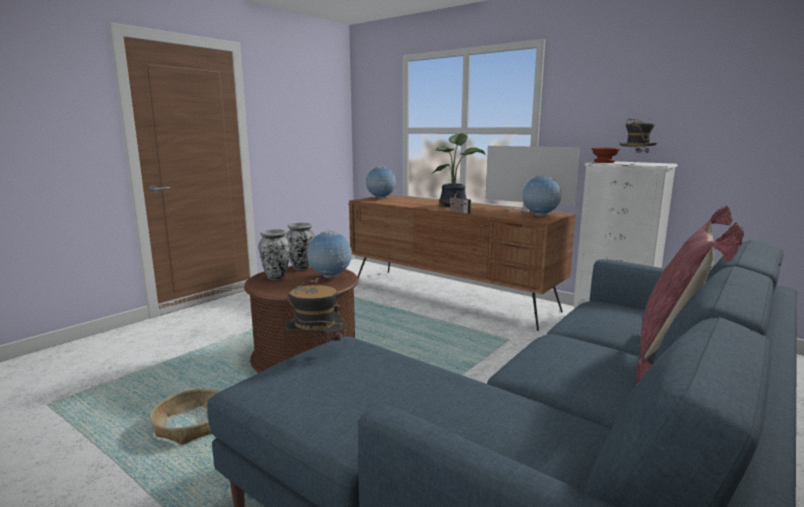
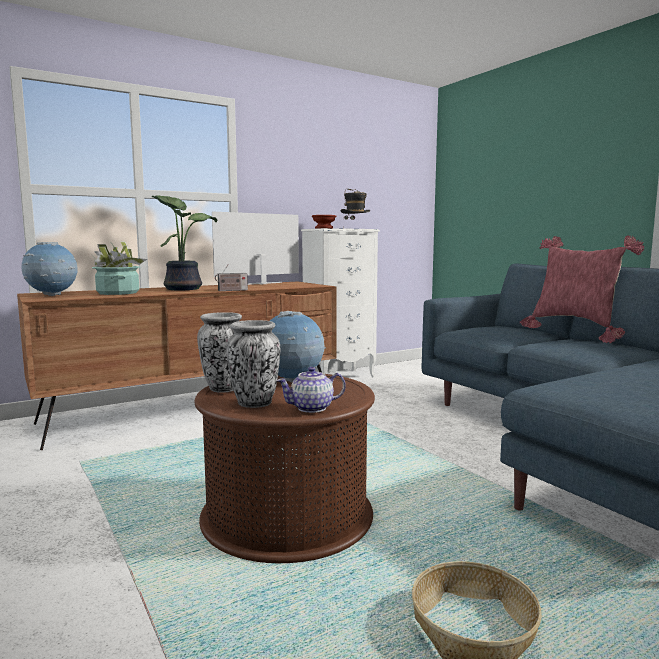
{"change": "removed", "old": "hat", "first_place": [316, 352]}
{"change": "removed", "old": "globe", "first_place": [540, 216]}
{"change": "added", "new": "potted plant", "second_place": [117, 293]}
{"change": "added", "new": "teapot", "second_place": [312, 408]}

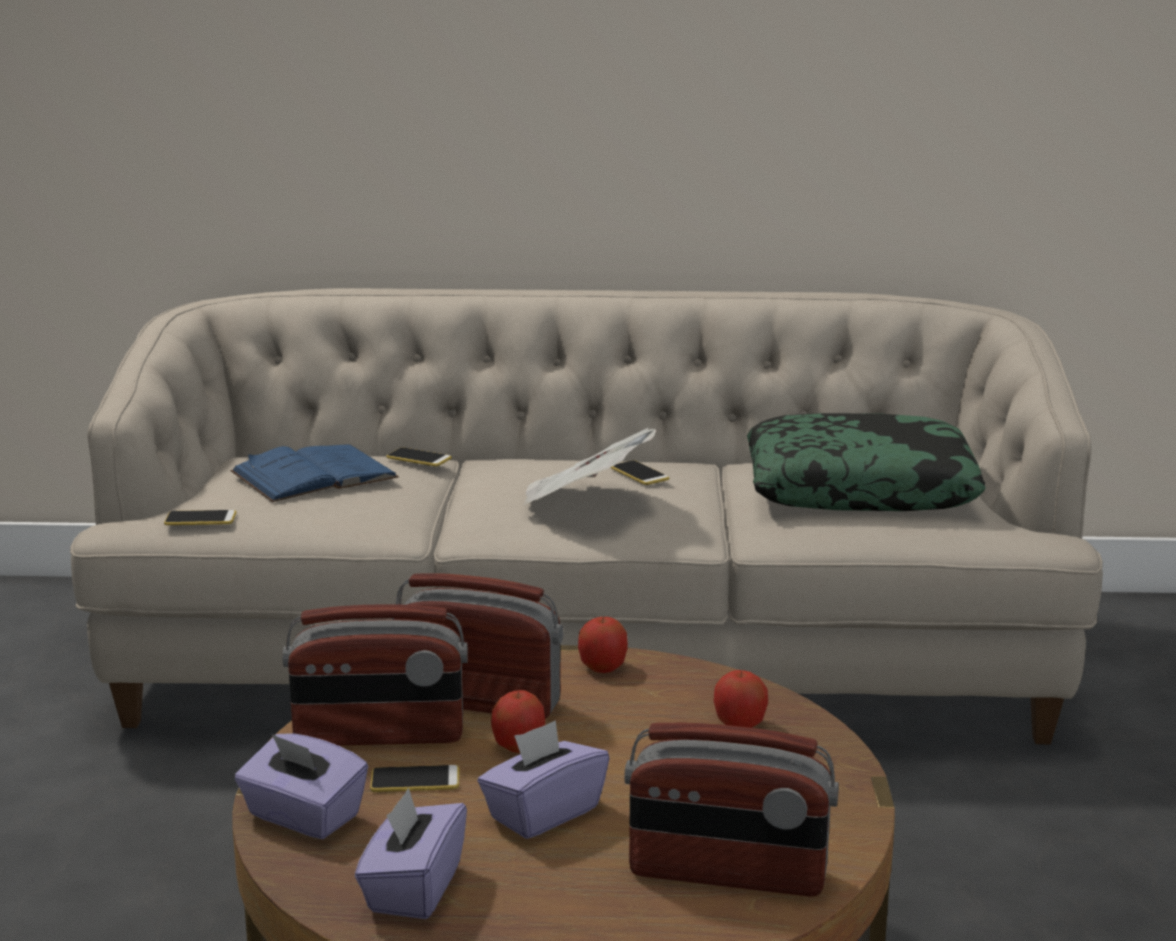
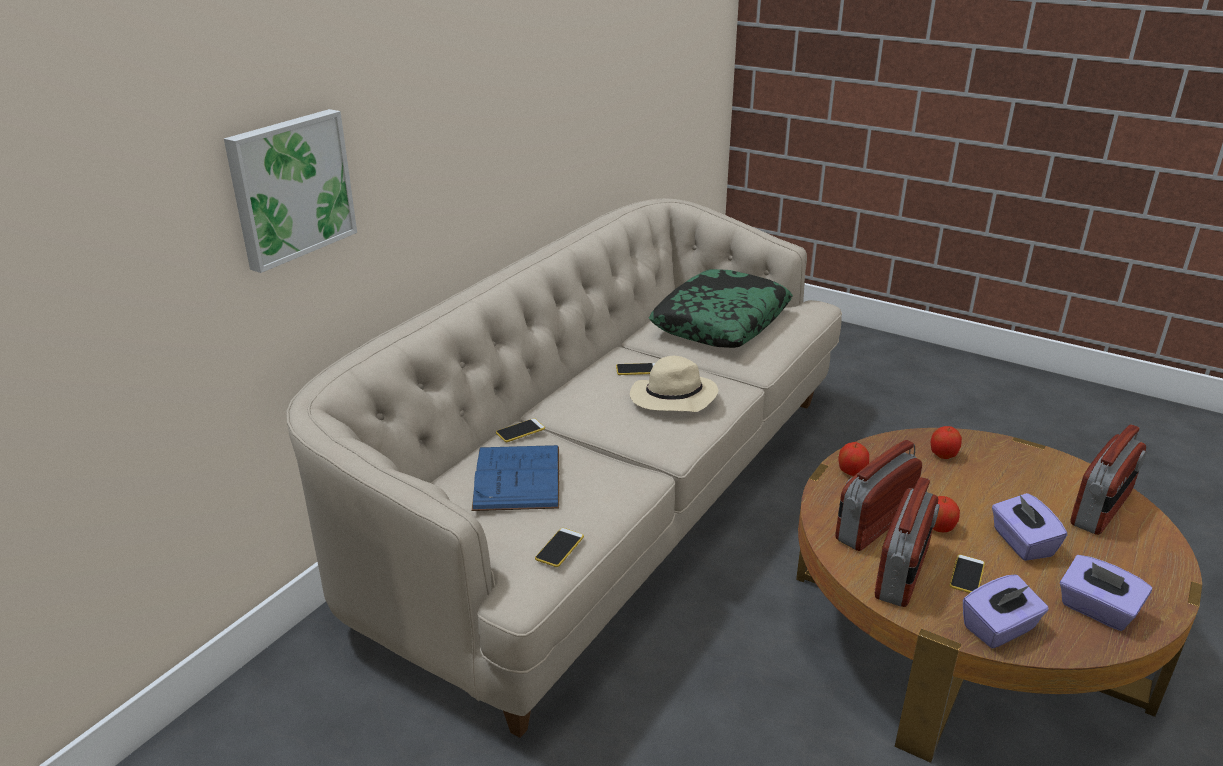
{"change": "added", "new": "picture", "second_place": [290, 188]}
{"change": "replaced", "old": "newspaper", "new": "hat (beige)", "first_place": [584, 502], "second_place": [672, 398]}

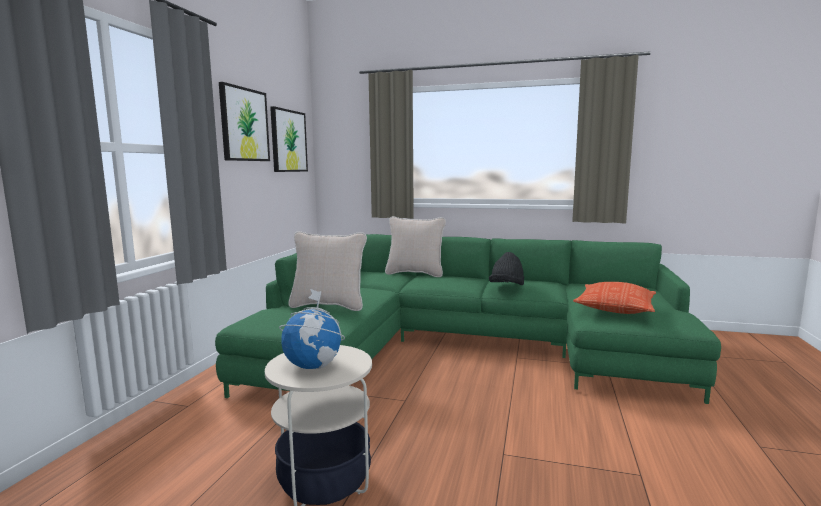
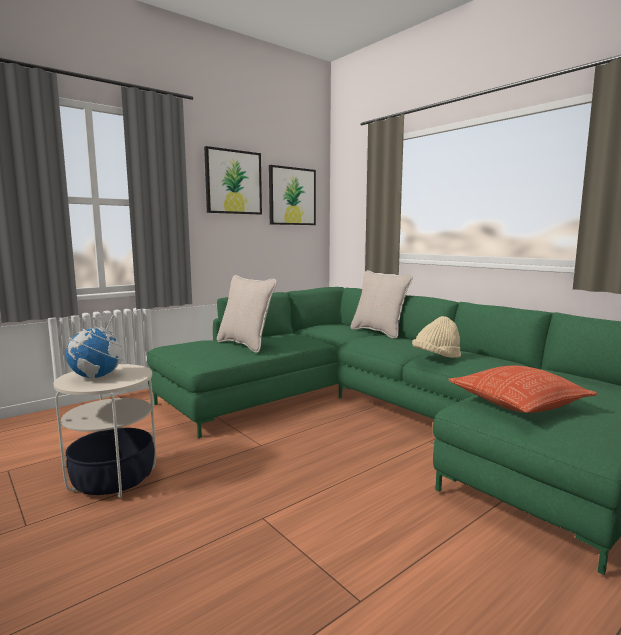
{"change": "recoloured", "old": "hat (black)", "new": "hat (beige)", "first_place": [506, 287], "second_place": [436, 357]}

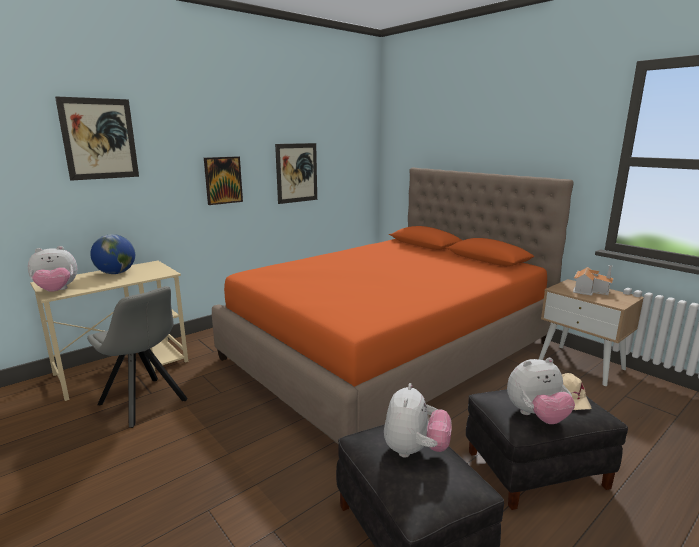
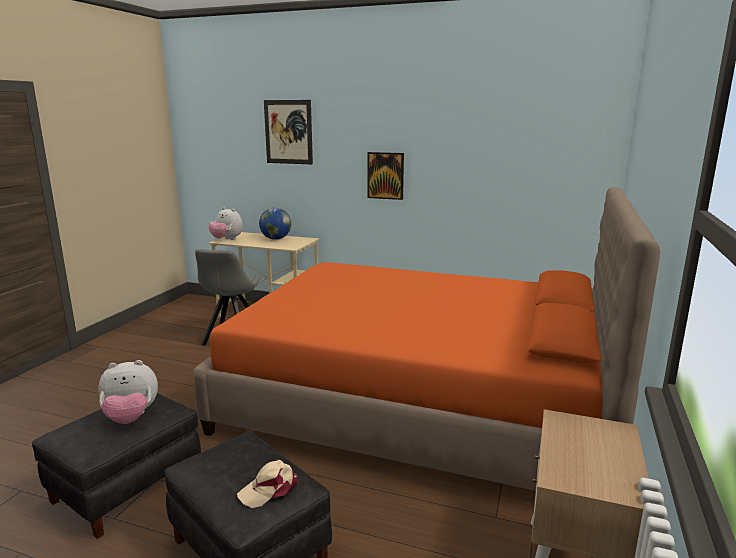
{"change": "removed", "old": "picture", "first_place": [297, 173]}
{"change": "removed", "old": "plush toy", "first_place": [536, 416]}
{"change": "removed", "old": "toy house", "first_place": [590, 290]}

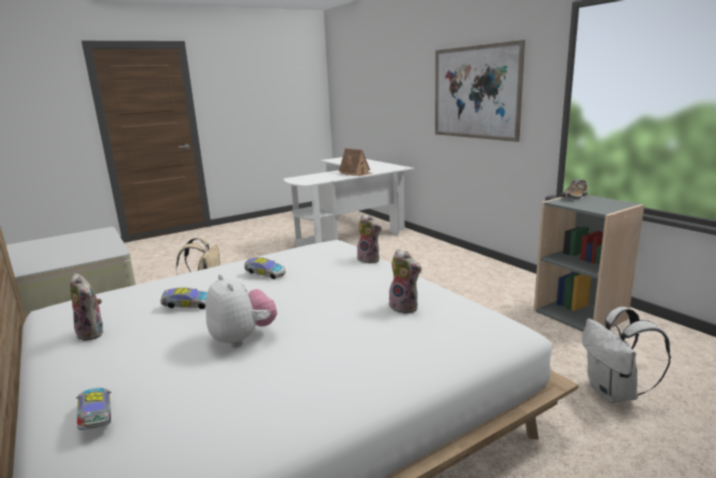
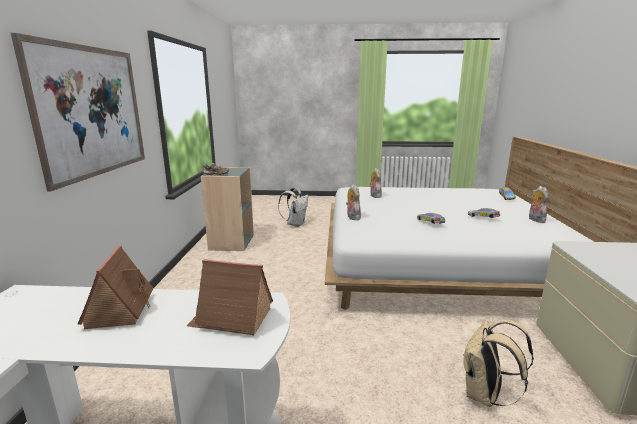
{"change": "removed", "old": "plush toy", "first_place": [243, 338]}
{"change": "added", "new": "toy house", "second_place": [232, 317]}

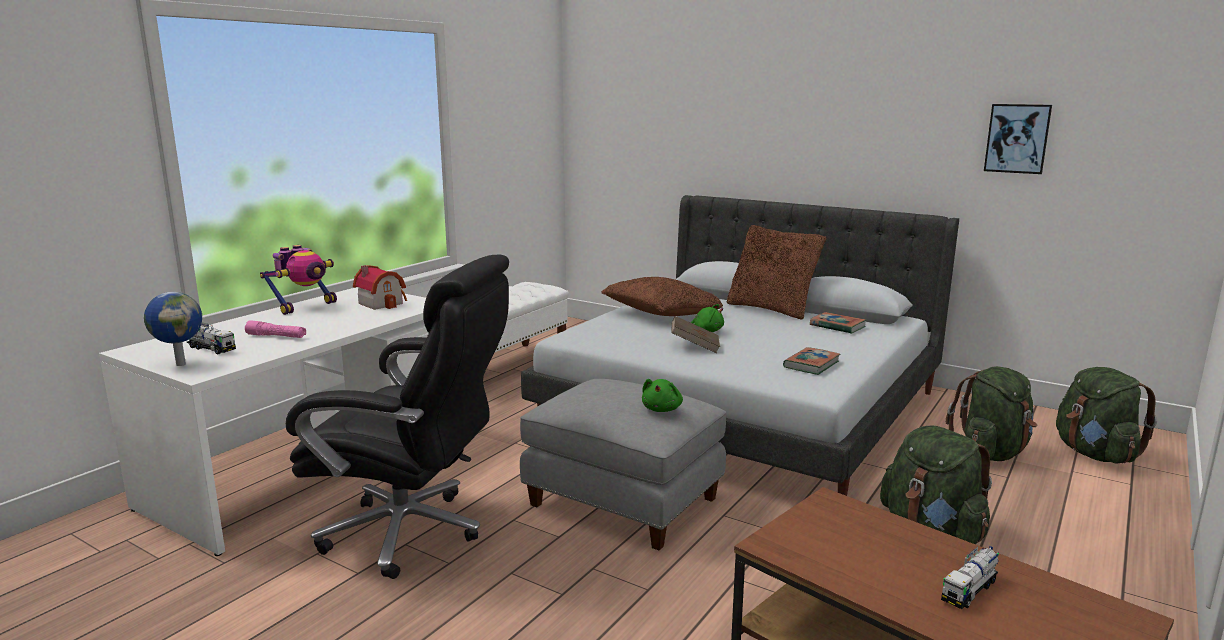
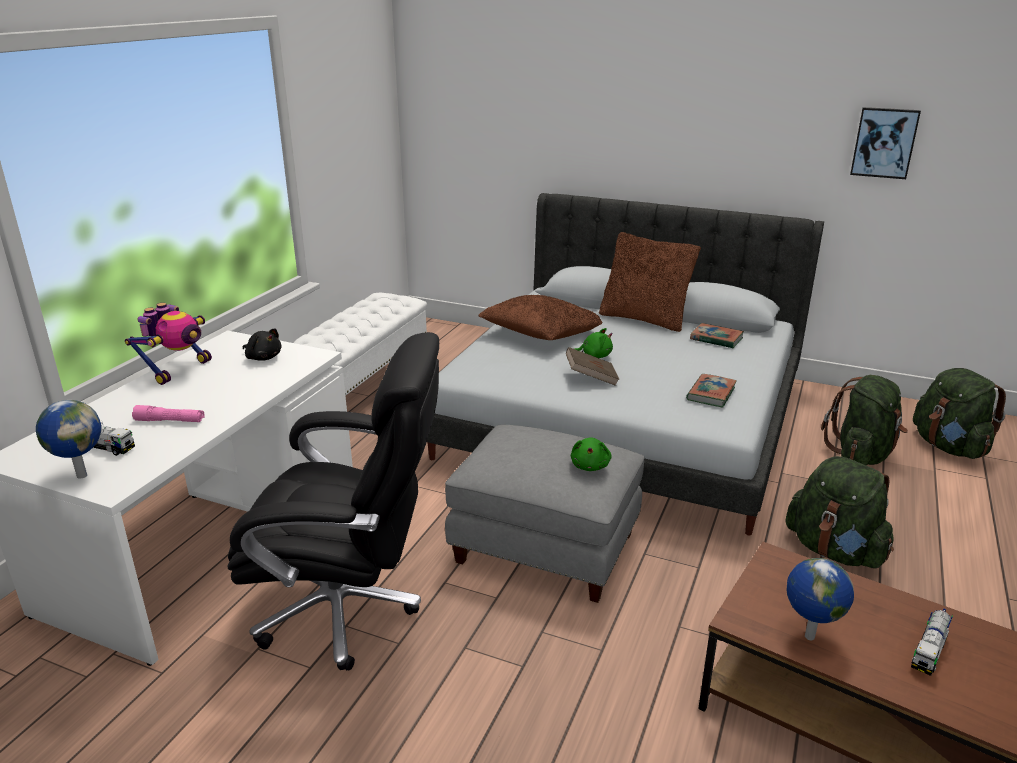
{"change": "added", "new": "globe", "second_place": [808, 636]}
{"change": "replaced", "old": "toy house", "new": "plush toy (black)", "first_place": [382, 303], "second_place": [263, 357]}

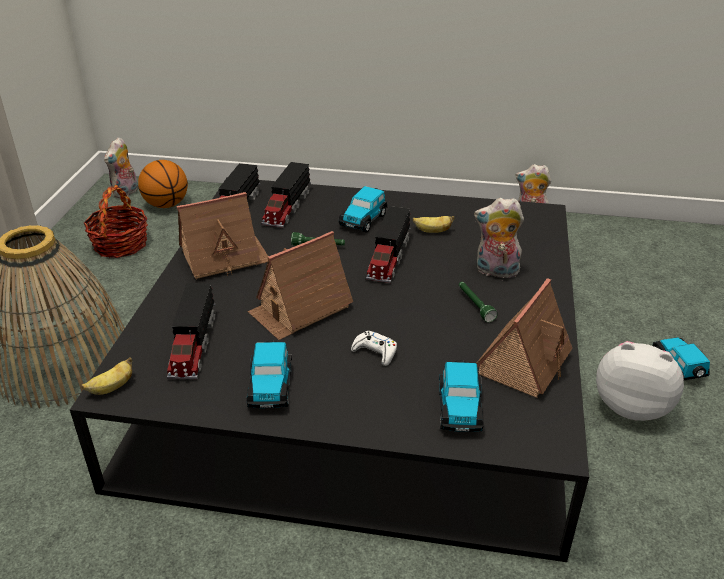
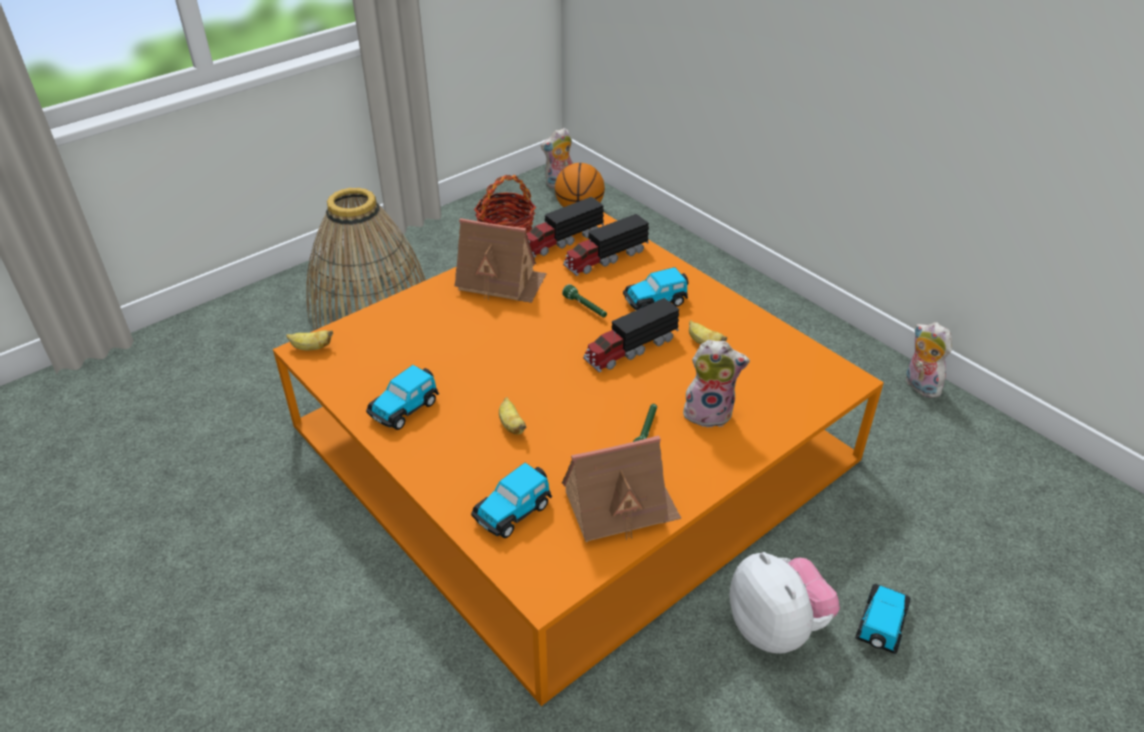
{"change": "removed", "old": "toy truck", "first_place": [193, 345]}
{"change": "removed", "old": "toy house", "first_place": [300, 309]}
{"change": "replaced", "old": "game controller (white)", "new": "banana", "first_place": [375, 352], "second_place": [511, 425]}
{"change": "recoloured", "old": "coffee table (black)", "new": "coffee table (orange)", "first_place": [363, 367], "second_place": [573, 443]}
{"change": "turned", "old": "plush toy", "first_place": [495, 272], "second_place": [709, 412], "degrees": 135}

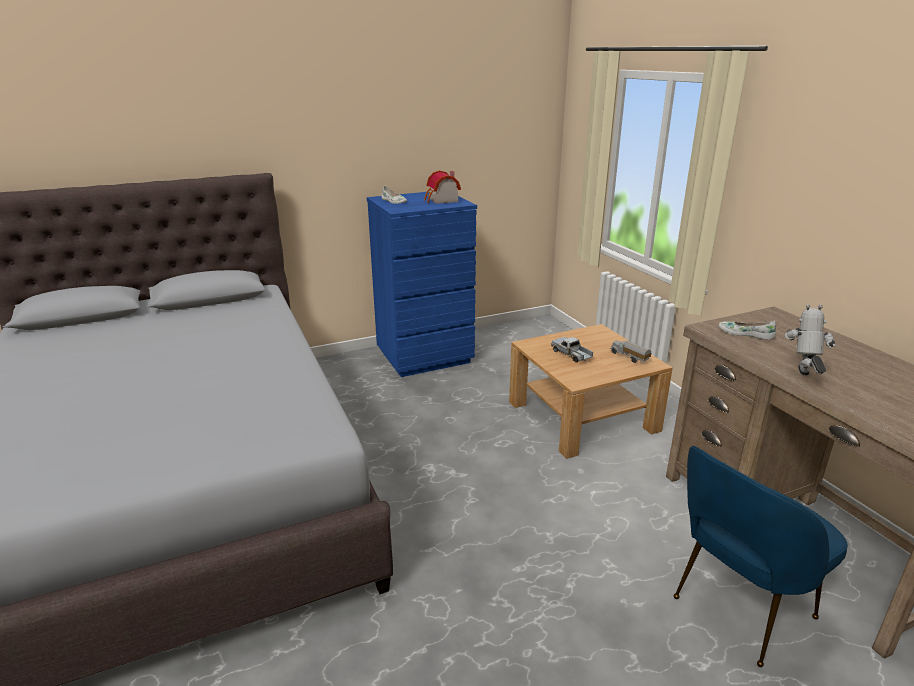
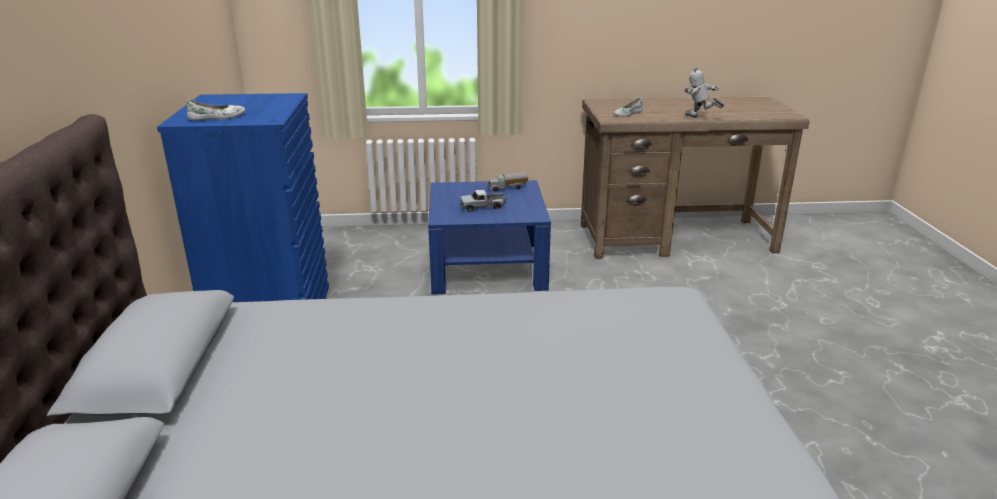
{"change": "removed", "old": "toy house", "first_place": [441, 200]}
{"change": "removed", "old": "chair (blue)", "first_place": [736, 613]}
{"change": "recoloured", "old": "coffee table (brown)", "new": "coffee table (blue)", "first_place": [582, 416], "second_place": [487, 266]}

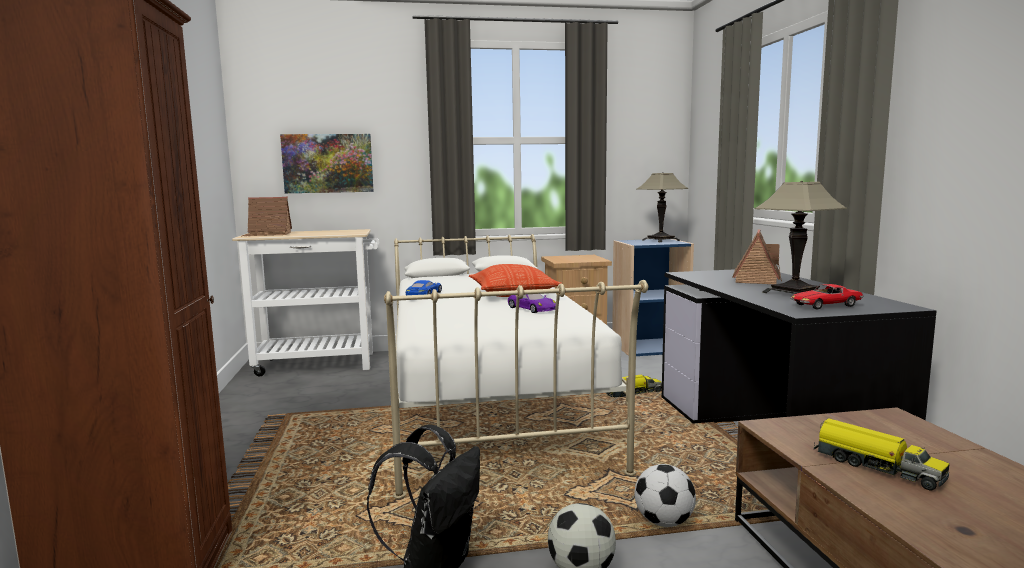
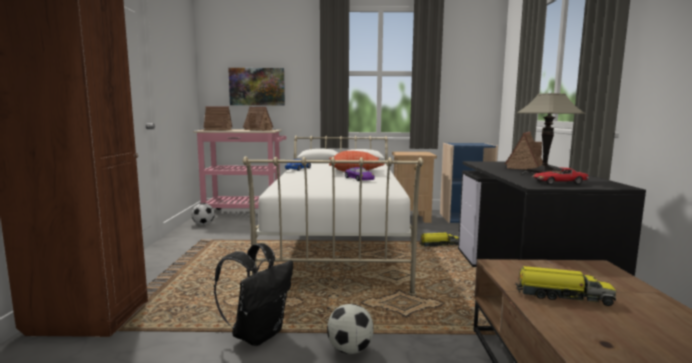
{"change": "removed", "old": "table lamp", "first_place": [661, 240]}
{"change": "added", "new": "toy house", "second_place": [259, 130]}
{"change": "moved", "old": "football", "first_place": [664, 522], "second_place": [203, 224]}
{"change": "recoloured", "old": "cart (white)", "new": "cart (pink)", "first_place": [318, 364], "second_place": [244, 213]}
{"change": "turned", "old": "toy truck", "first_place": [876, 467], "second_place": [562, 296], "degrees": -45}

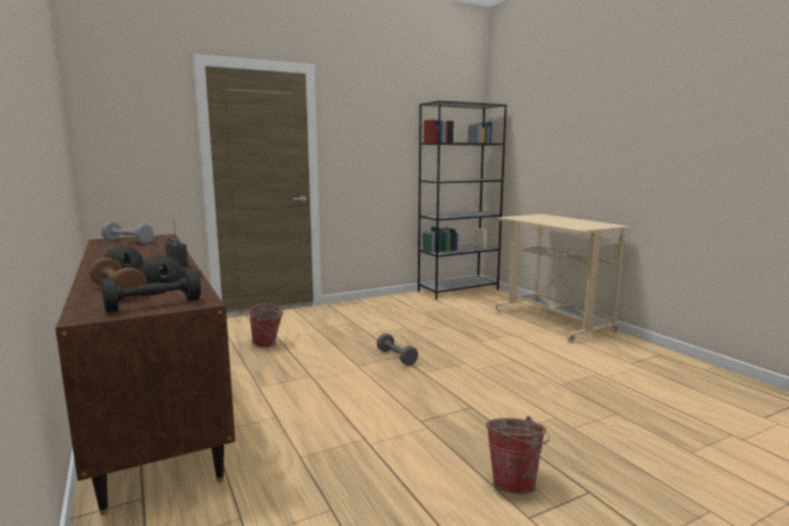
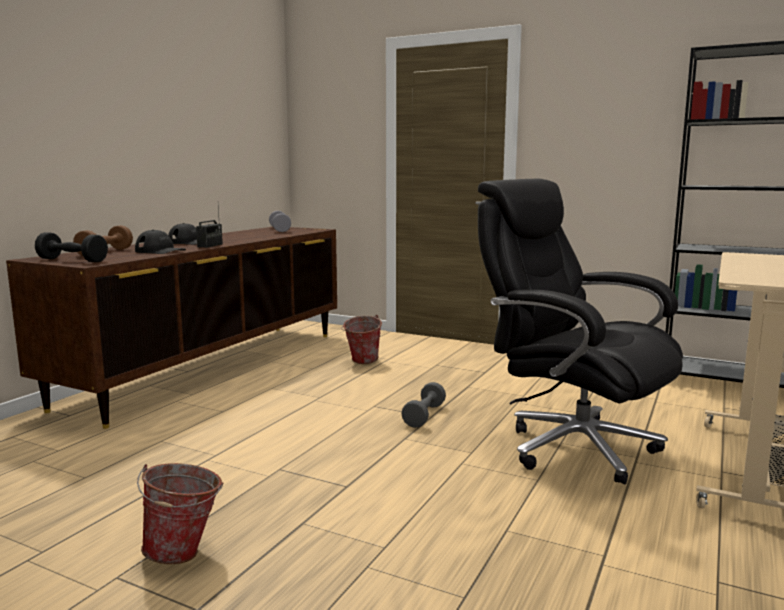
{"change": "added", "new": "office chair (black)", "second_place": [571, 447]}

